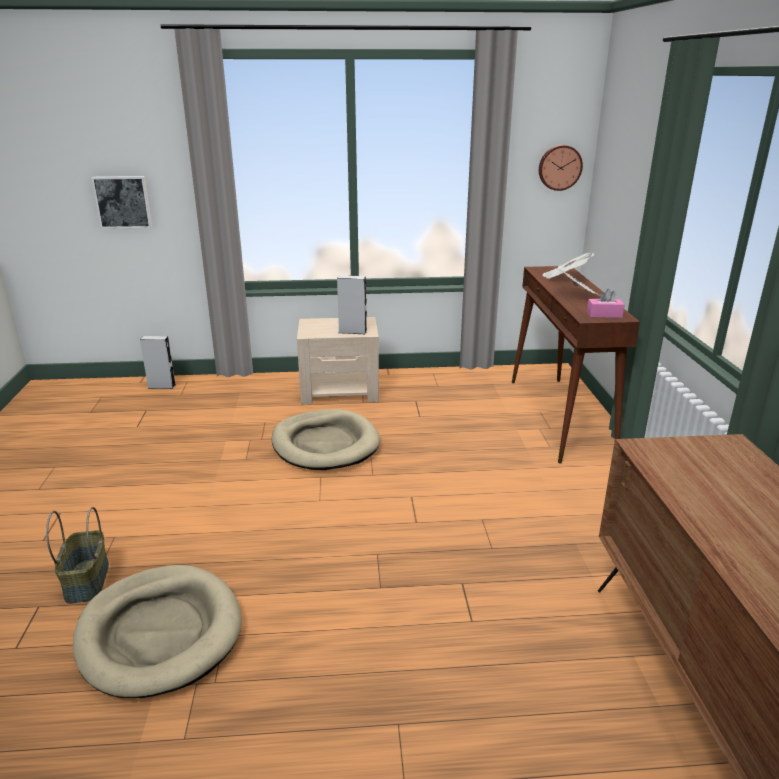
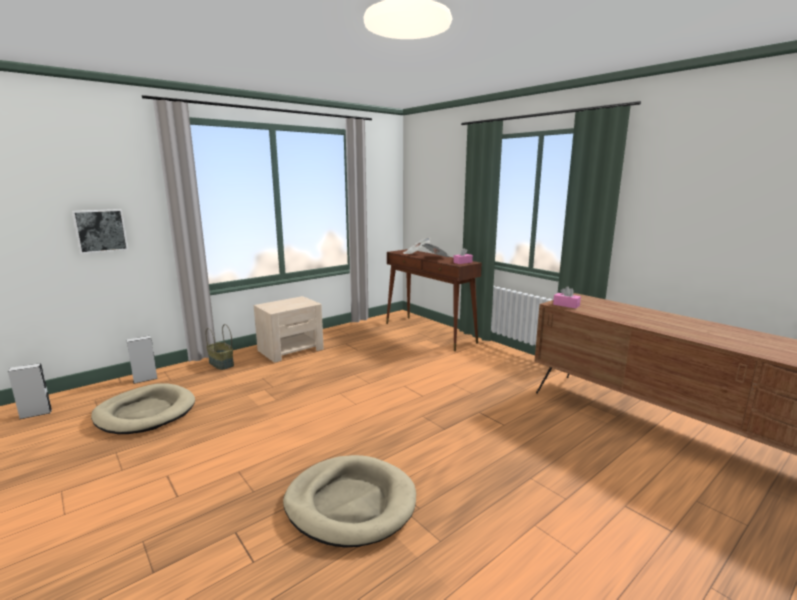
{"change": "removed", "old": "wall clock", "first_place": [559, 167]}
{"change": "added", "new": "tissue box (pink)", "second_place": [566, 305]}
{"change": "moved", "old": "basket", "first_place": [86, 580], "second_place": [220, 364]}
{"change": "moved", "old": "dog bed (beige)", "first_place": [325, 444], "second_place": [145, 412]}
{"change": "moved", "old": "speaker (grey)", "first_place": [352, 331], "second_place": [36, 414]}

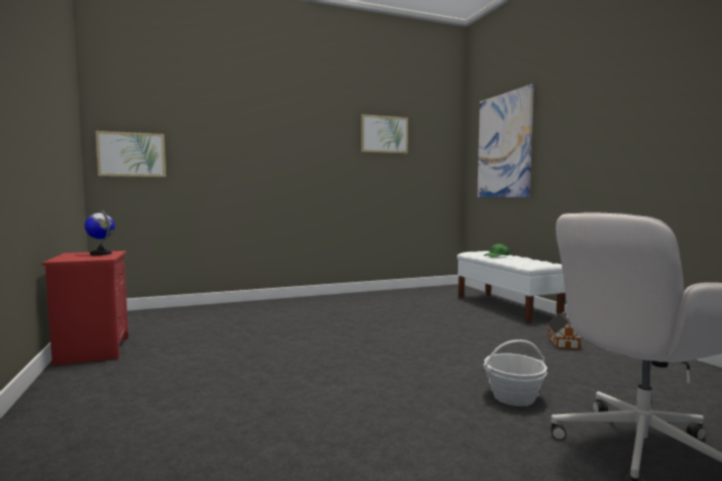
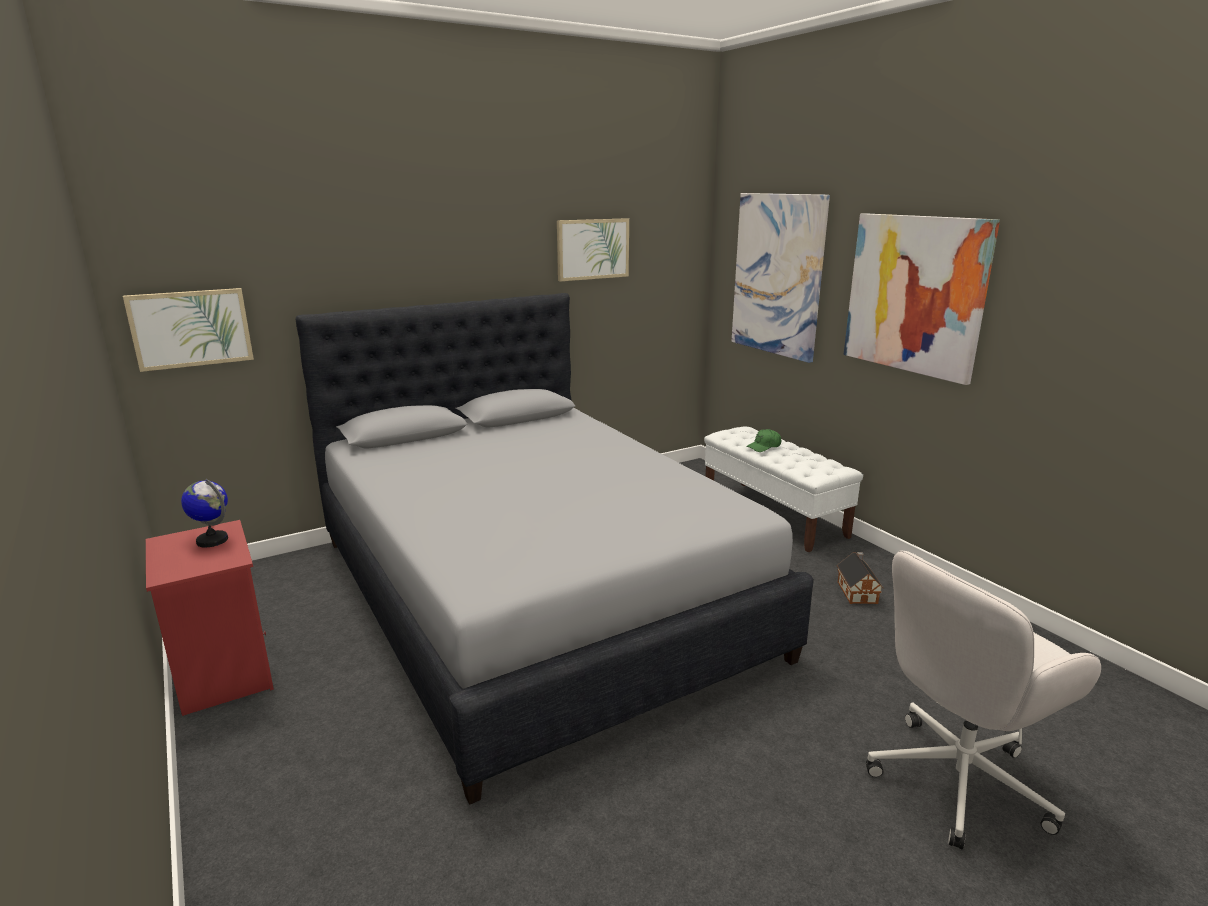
{"change": "removed", "old": "basket", "first_place": [513, 397]}
{"change": "added", "new": "bed (grey)", "second_place": [533, 594]}
{"change": "added", "new": "picture", "second_place": [914, 294]}

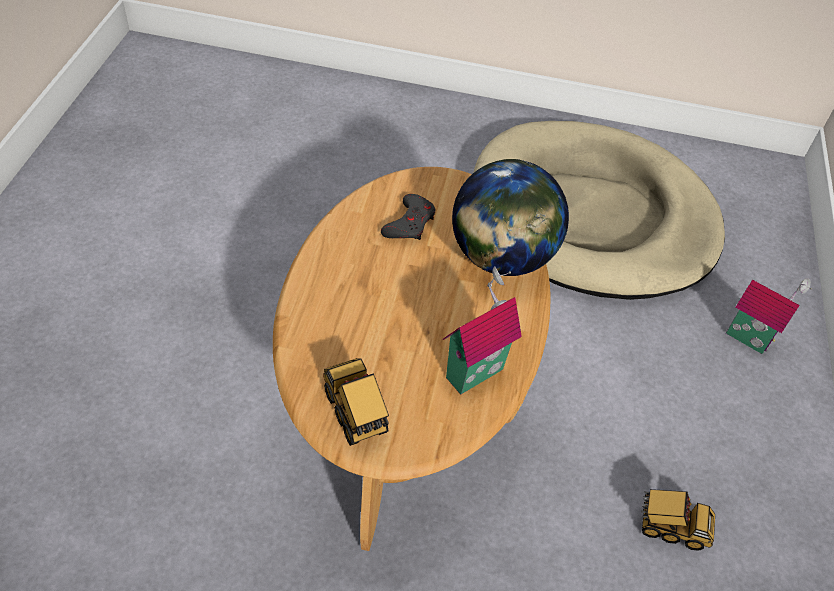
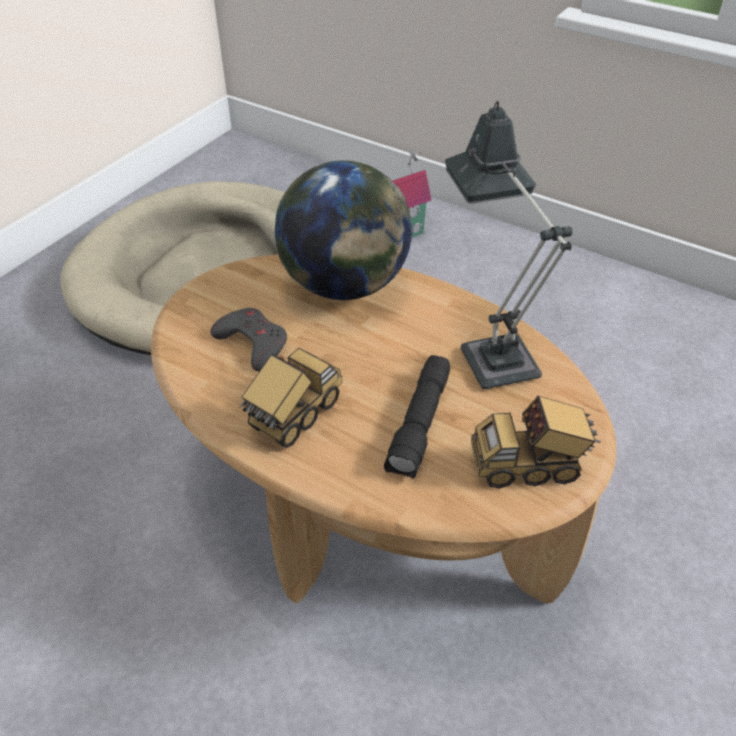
{"change": "added", "new": "flashlight (black)", "second_place": [420, 425]}
{"change": "moved", "old": "toy truck", "first_place": [669, 528], "second_place": [293, 416]}
{"change": "replaced", "old": "toy house", "new": "table lamp", "first_place": [472, 370], "second_place": [492, 351]}

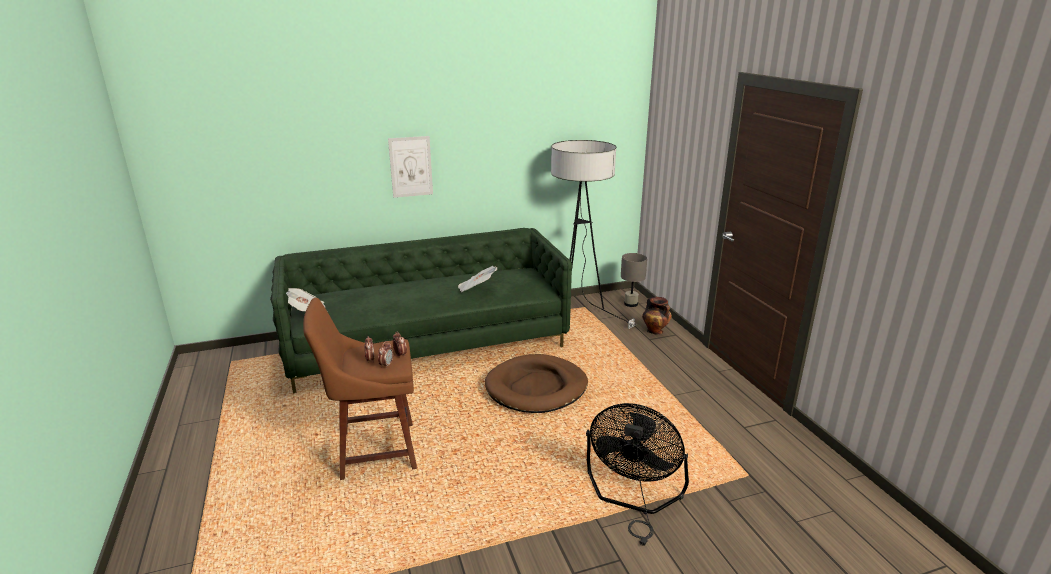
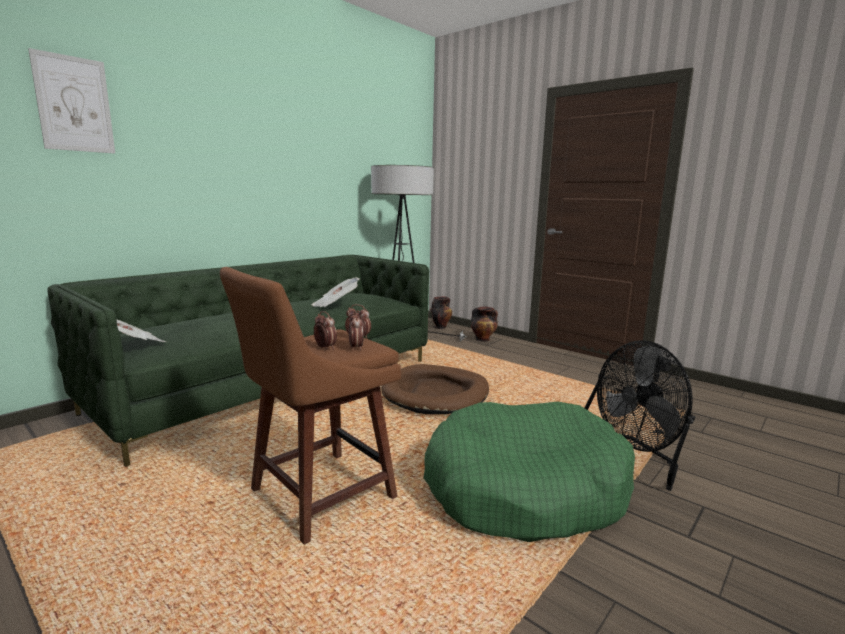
{"change": "added", "new": "dog bed (green)", "second_place": [524, 489]}
{"change": "moved", "old": "picture", "first_place": [411, 166], "second_place": [74, 104]}
{"change": "replaced", "old": "table lamp (grey)", "new": "vase", "first_place": [631, 304], "second_place": [440, 327]}
{"change": "turned", "old": "fan (black)", "first_place": [632, 499], "second_place": [637, 453], "degrees": -105}

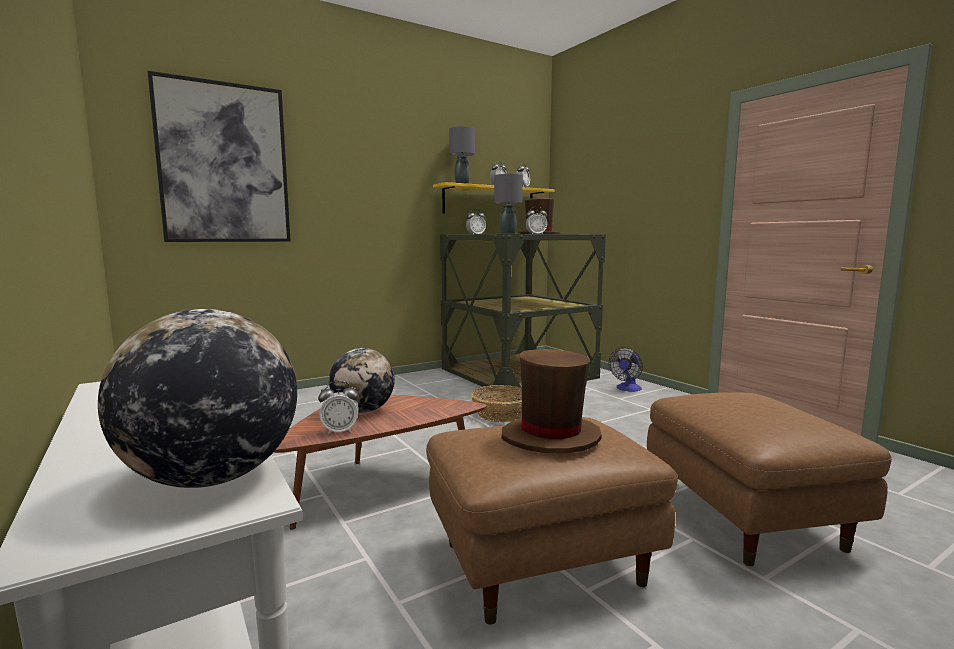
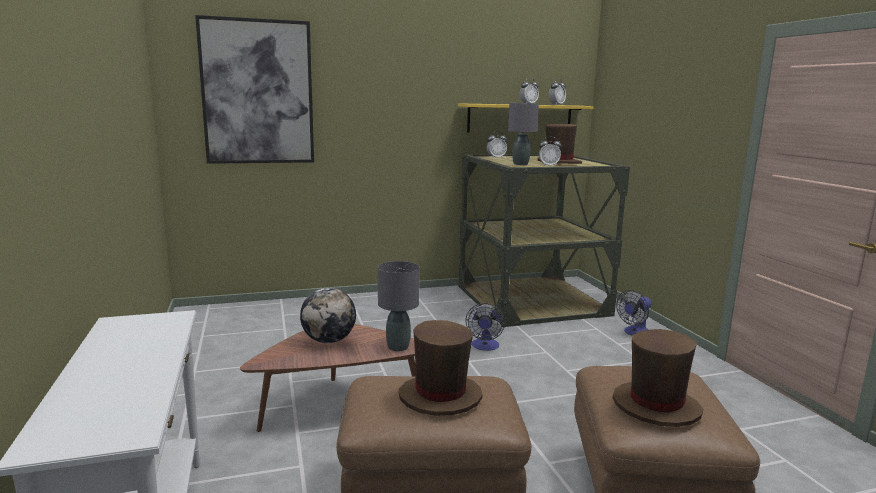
{"change": "removed", "old": "globe", "first_place": [212, 478]}
{"change": "removed", "old": "alarm clock", "first_place": [340, 431]}
{"change": "added", "new": "hat (brown)", "second_place": [656, 406]}
{"change": "moved", "old": "table lamp (grey)", "first_place": [462, 184], "second_place": [398, 347]}
{"change": "replaced", "old": "basket", "new": "fan", "first_place": [500, 414], "second_place": [485, 347]}

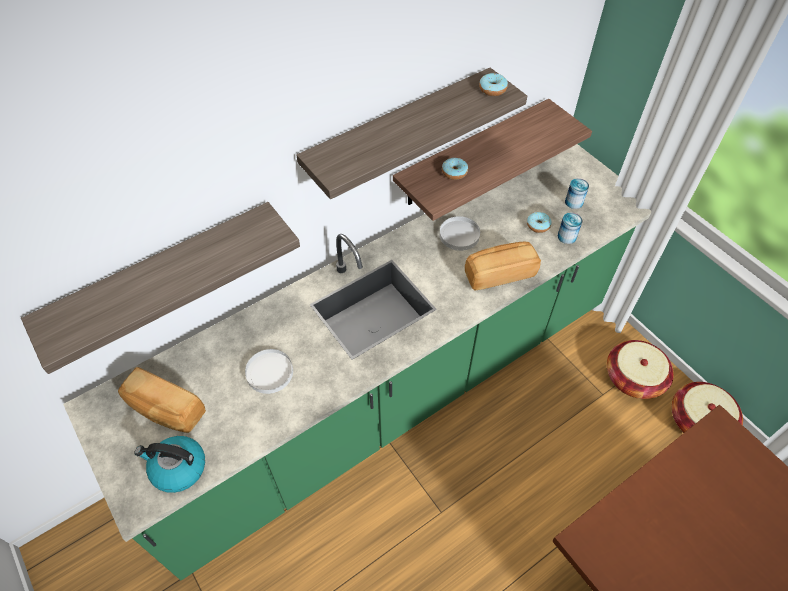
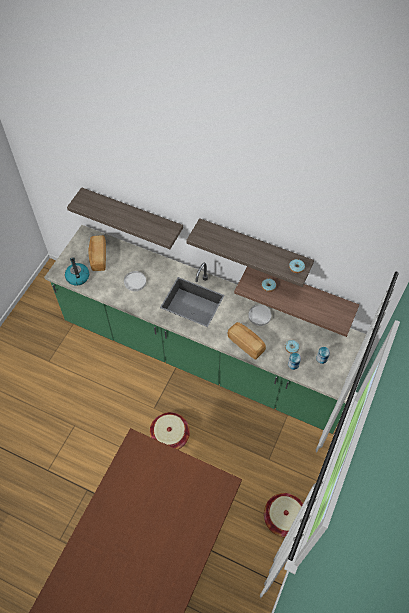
{"change": "moved", "old": "basket", "first_place": [633, 378], "second_place": [170, 436]}

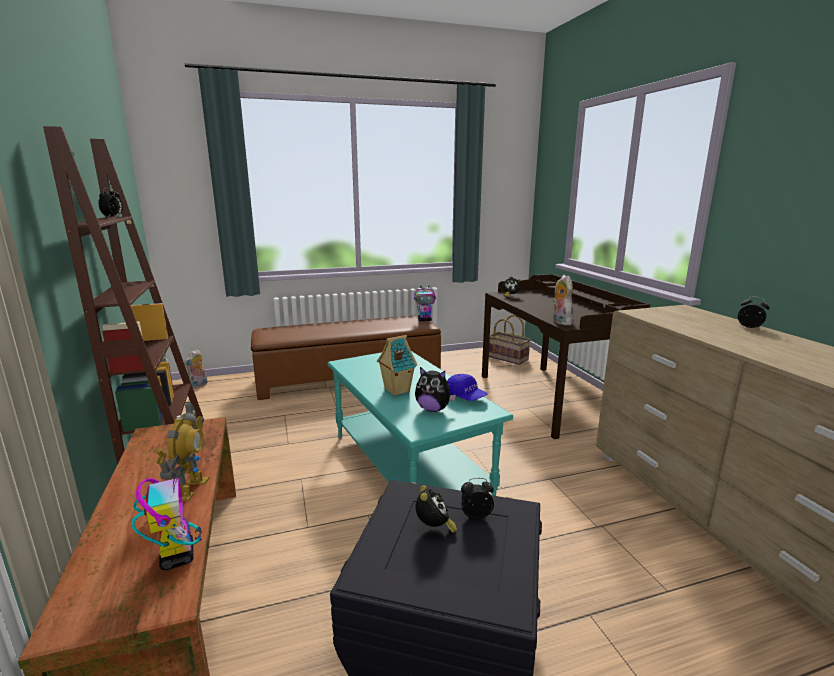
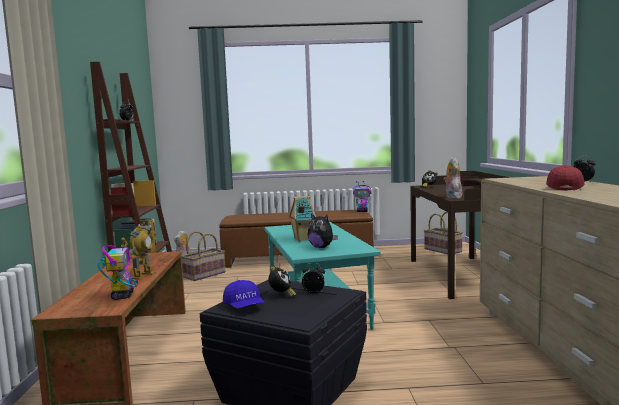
{"change": "added", "new": "basket", "second_place": [204, 275]}
{"change": "added", "new": "cap (red)", "second_place": [564, 188]}
{"change": "moved", "old": "cap (blue)", "first_place": [465, 397], "second_place": [244, 307]}

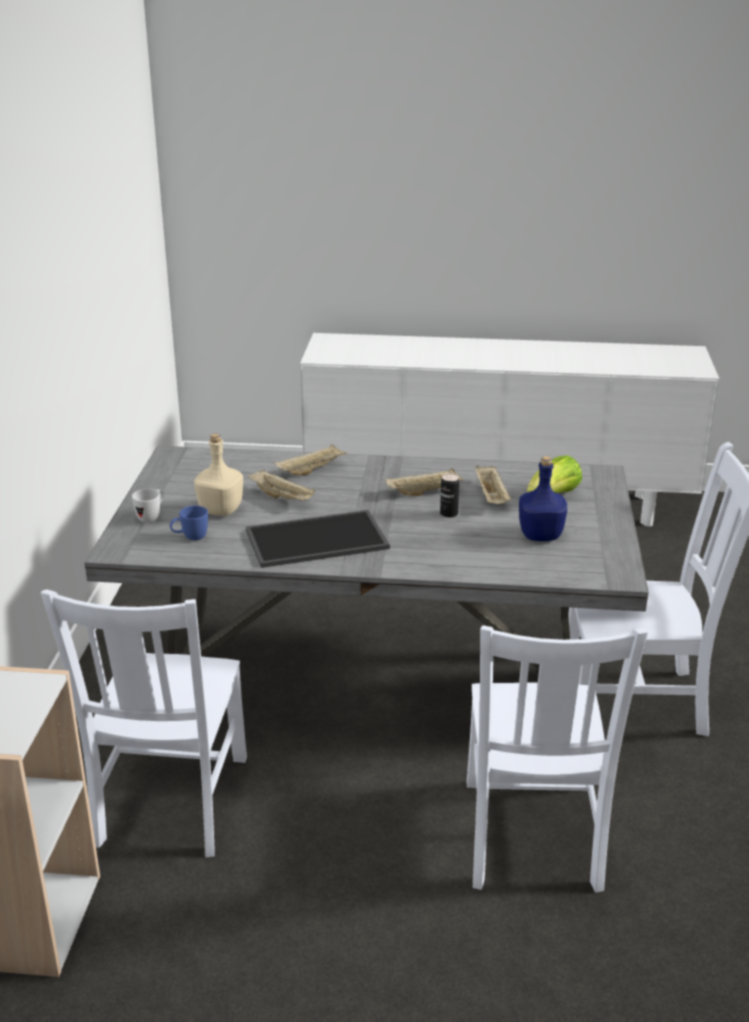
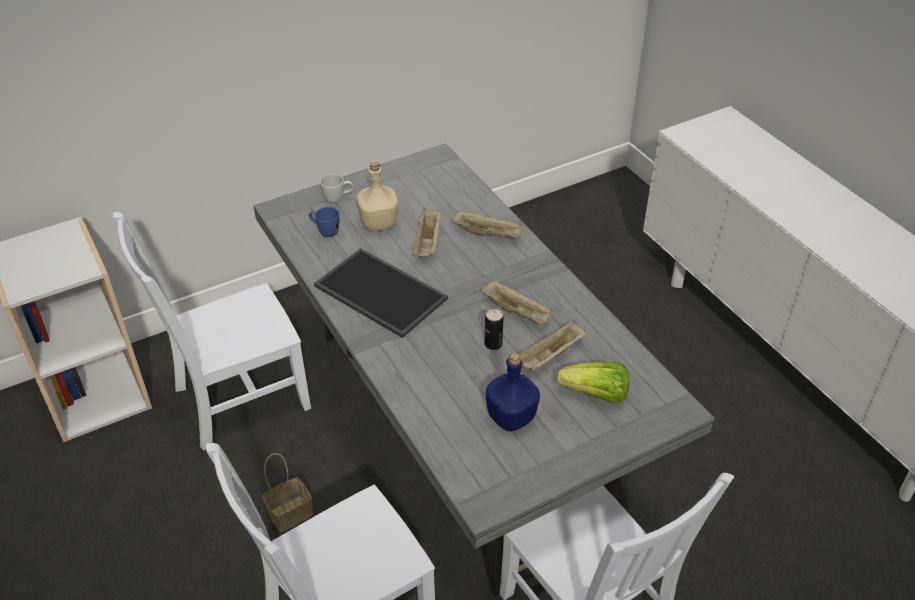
{"change": "added", "new": "basket", "second_place": [291, 512]}

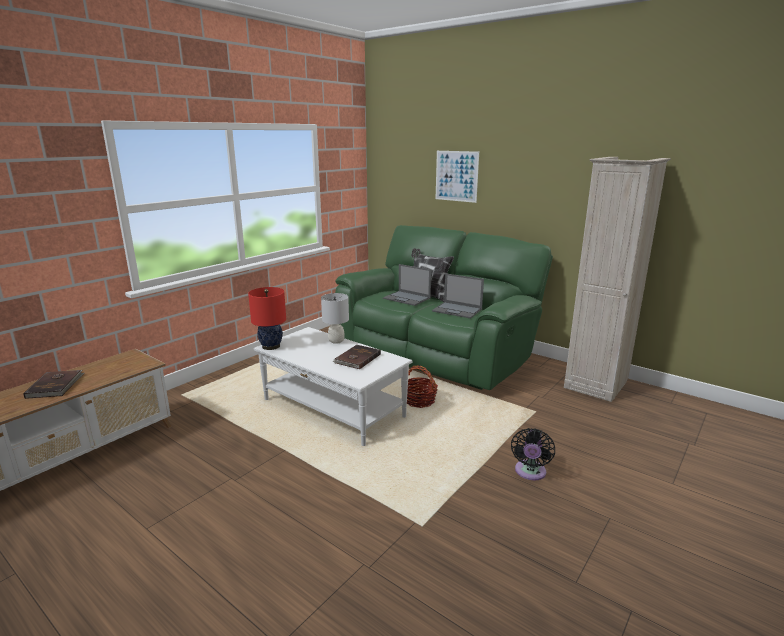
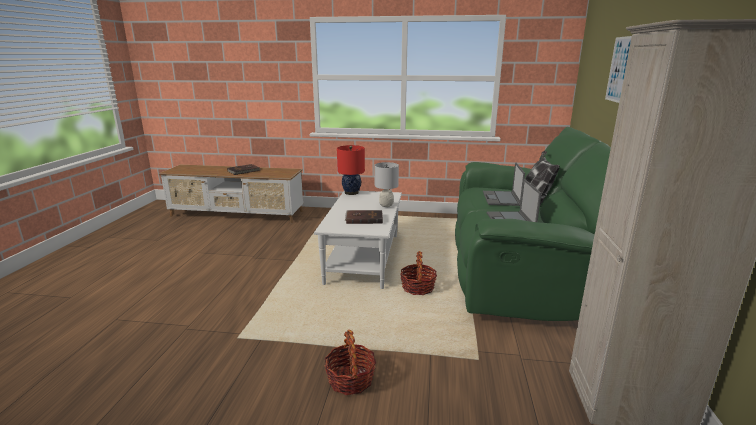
{"change": "replaced", "old": "fan (black)", "new": "basket", "first_place": [530, 473], "second_place": [350, 379]}

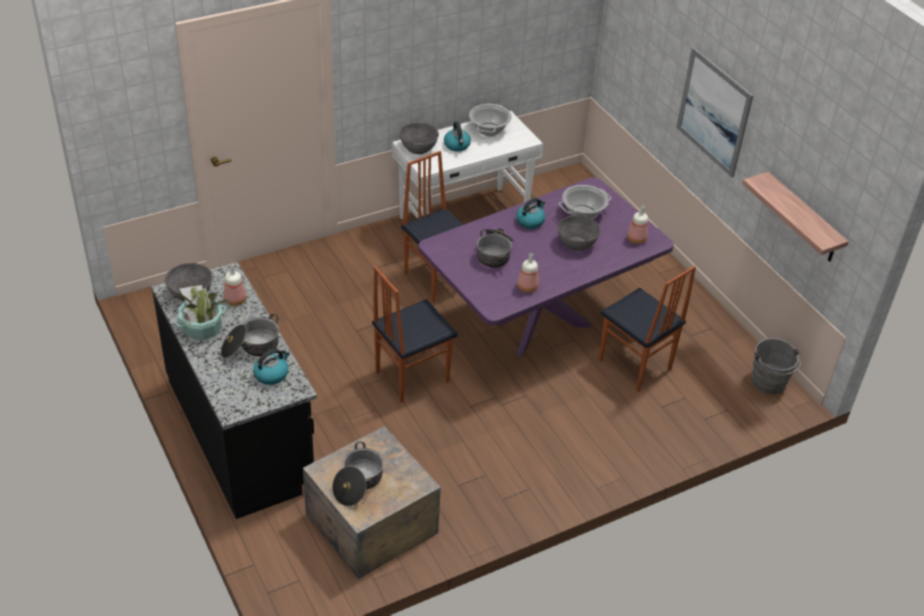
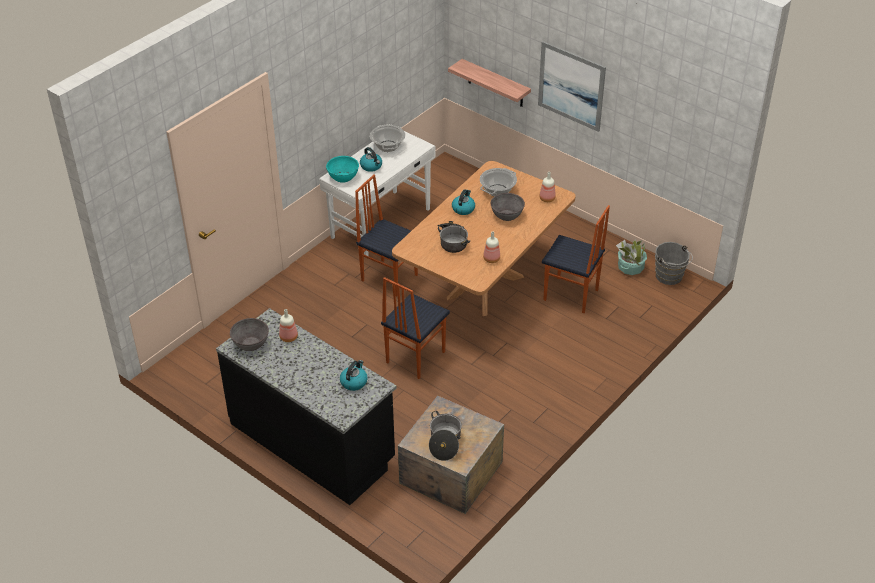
{"change": "removed", "old": "cooking pot", "first_place": [251, 347]}
{"change": "moved", "old": "potted plant", "first_place": [202, 328], "second_place": [630, 267]}
{"change": "moved", "old": "shelf", "first_place": [803, 219], "second_place": [495, 83]}
{"change": "recoloured", "old": "bowl (grey)", "new": "bowl (turquoise)", "first_place": [418, 148], "second_place": [343, 177]}
{"change": "recoloured", "old": "dining table (purple)", "new": "dining table (brown)", "first_place": [538, 323], "second_place": [484, 287]}

